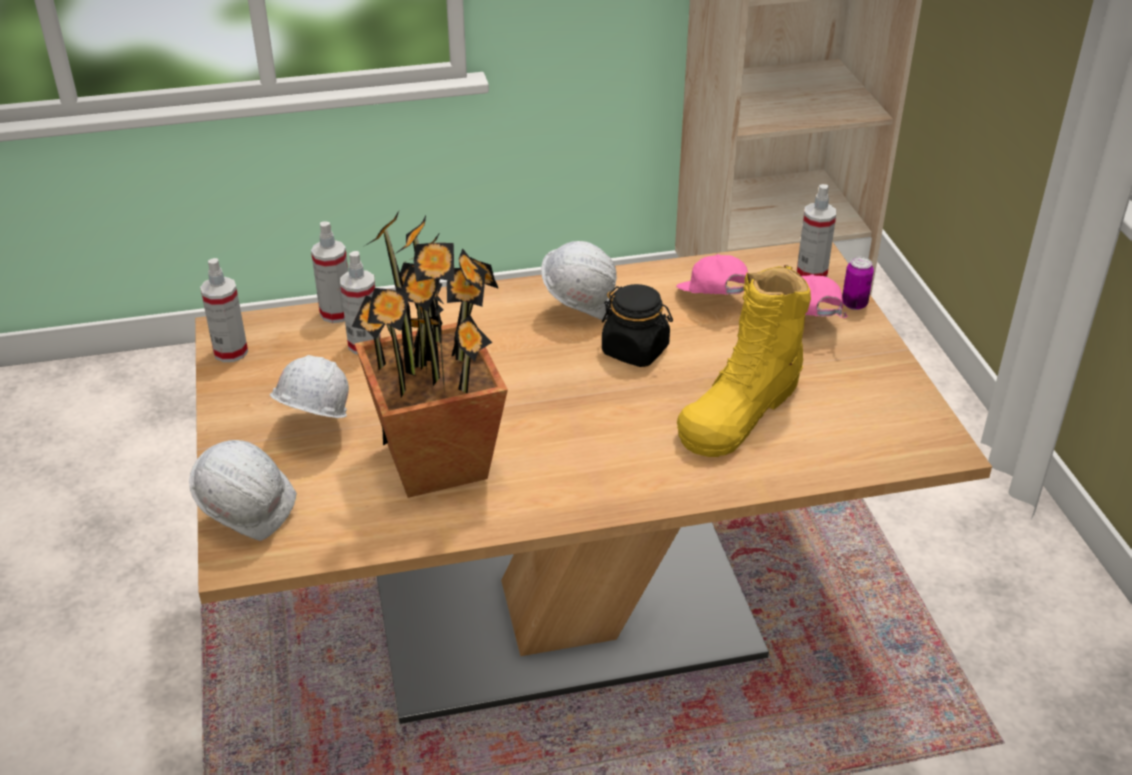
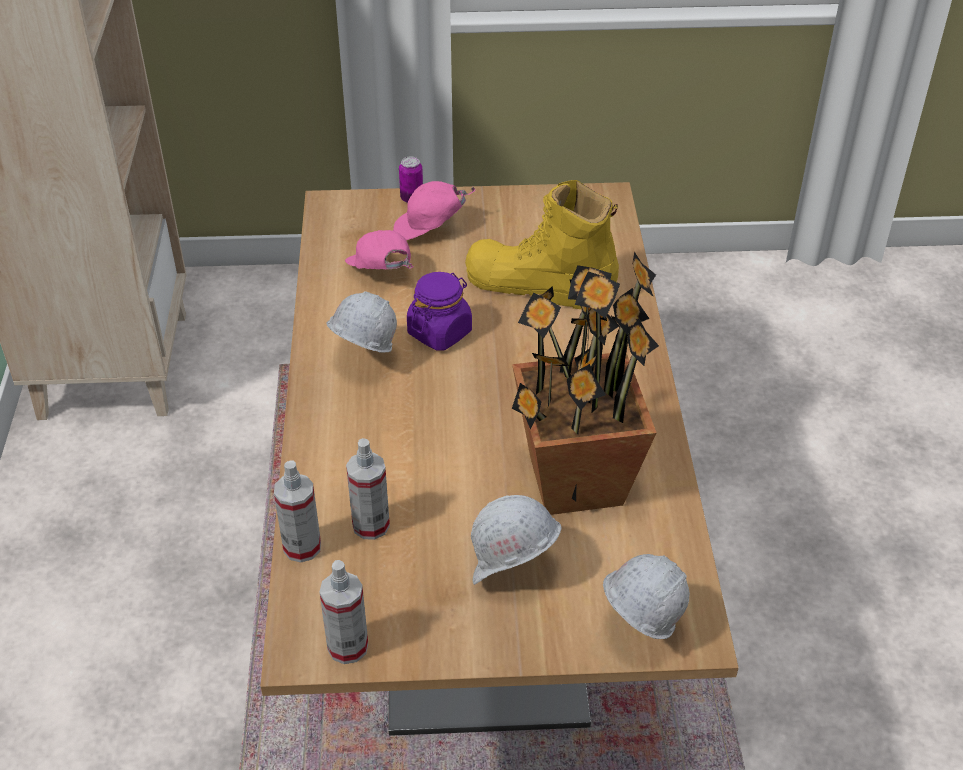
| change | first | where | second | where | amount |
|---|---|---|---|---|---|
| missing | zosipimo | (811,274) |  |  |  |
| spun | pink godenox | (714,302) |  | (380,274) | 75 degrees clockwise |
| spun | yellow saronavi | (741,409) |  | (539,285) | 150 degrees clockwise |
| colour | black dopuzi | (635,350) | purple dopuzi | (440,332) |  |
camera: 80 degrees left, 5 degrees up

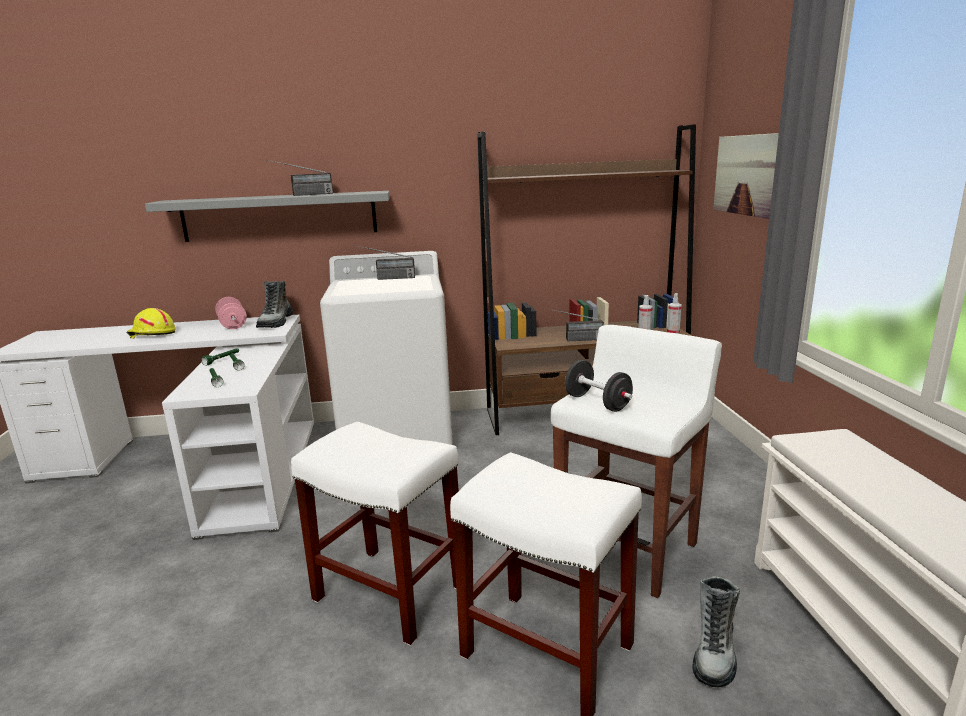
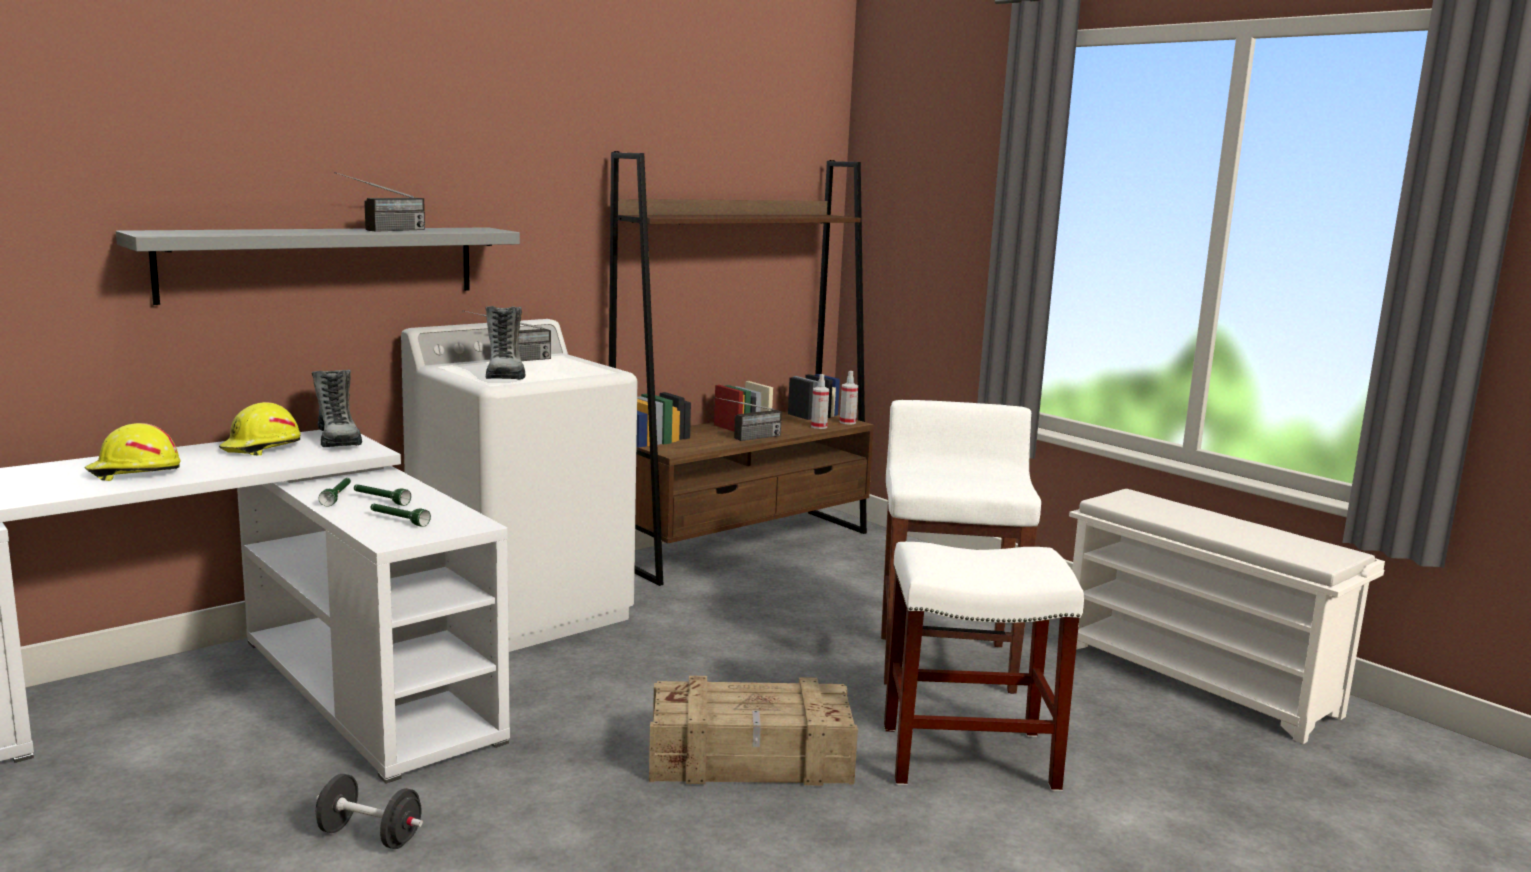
| change | first | where | second | where | amount |
|---|---|---|---|---|---|
| missing | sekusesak | (747,175) |  |  |  |
| exchanged | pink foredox | (232,325) | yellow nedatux | (261,448) |  |
| relocated | black foredox | (597,403) |  | (369,836) |  |
| exchanged | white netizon | (391,593) | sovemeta | (751,759) |  |
| relocated | saronavi | (714,652) |  | (505,374) |  |
camera: 35 degrees left, 5 degrees down

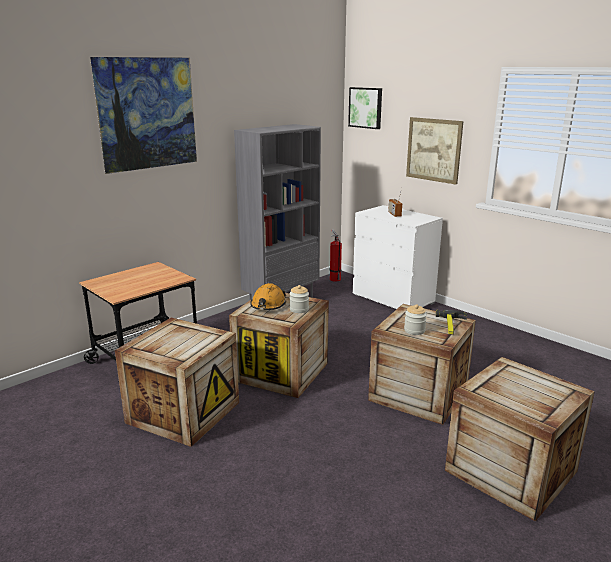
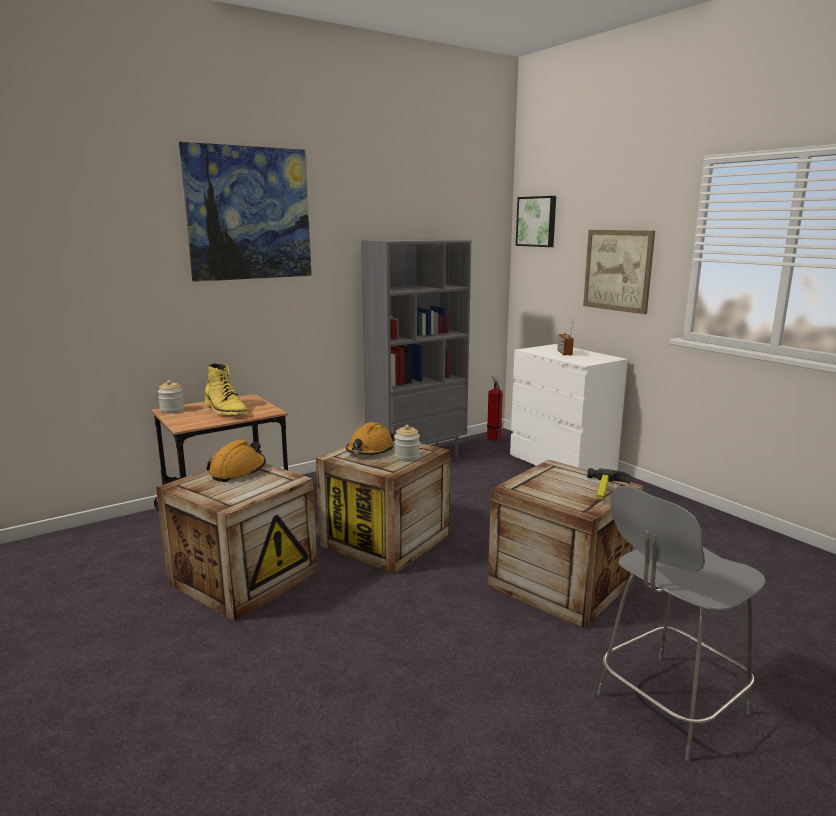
| change | first | where | second | where | amount |
|---|---|---|---|---|---|
| relocated | dopuzi | (414,330) |  | (172,410) |  |
| exchanged | sovemeta | (510,471) | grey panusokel | (668,705) |  |
| appeared |  |  | yellow saronavi | (226,410) |  |
| appeared |  |  | orange nedatux | (238,471) |  |
camera: 10 degrees right, 5 degrees down

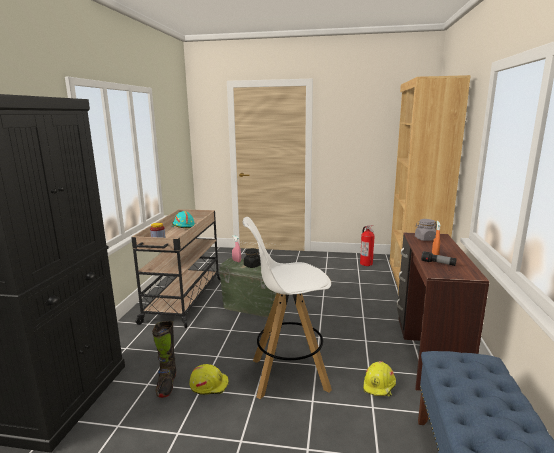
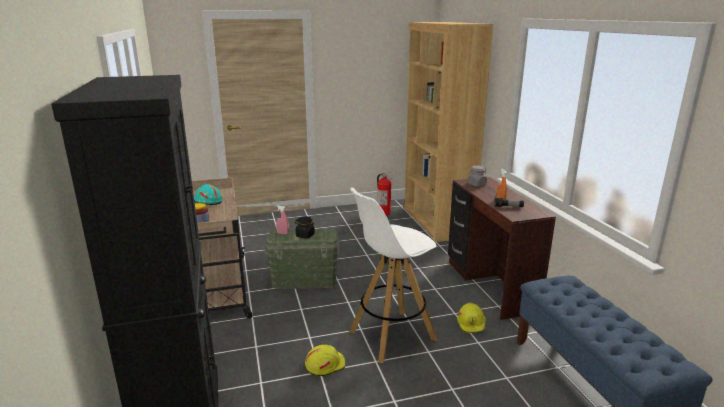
| change | first | where | second | where | amount |
|---|---|---|---|---|---|
| missing | black saronavi | (166,384) |  |  |  |
camera: 25 degrees left, 5 degrees up

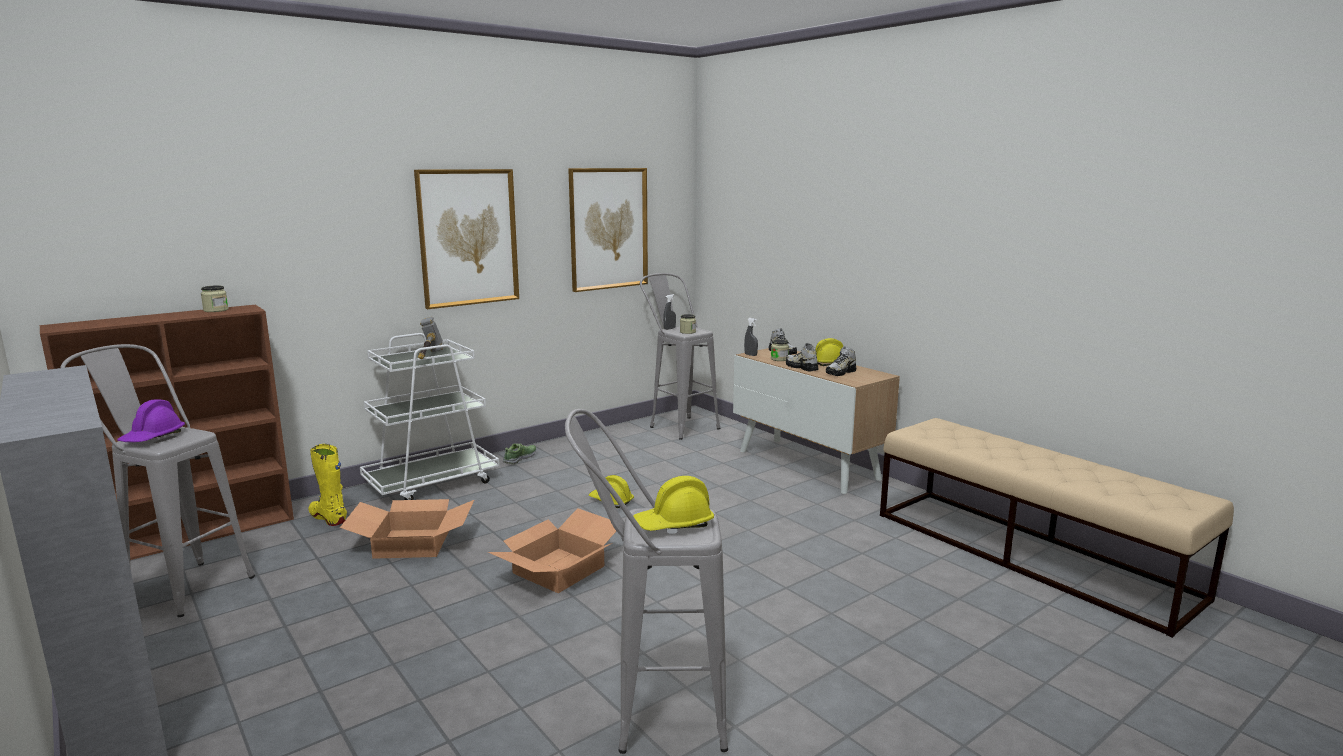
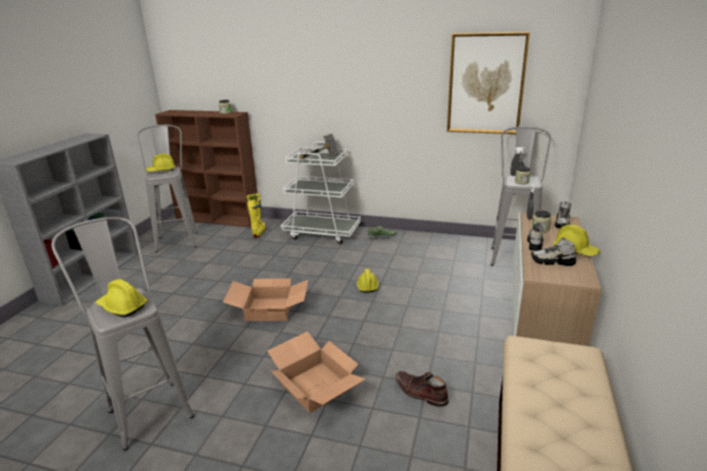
| change | first | where | second | where | amount |
|---|---|---|---|---|---|
| missing | sekusesak | (468,237) |  |  |  |
| colour | purple nedatux | (153,437) | yellow nedatux | (161,170) |  |
| relocated | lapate | (411,544) |  | (314,386) |  |
| appeared |  |  | brown saronavi | (420,392) |  |
camera: 55 degrees right, 10 degrees up

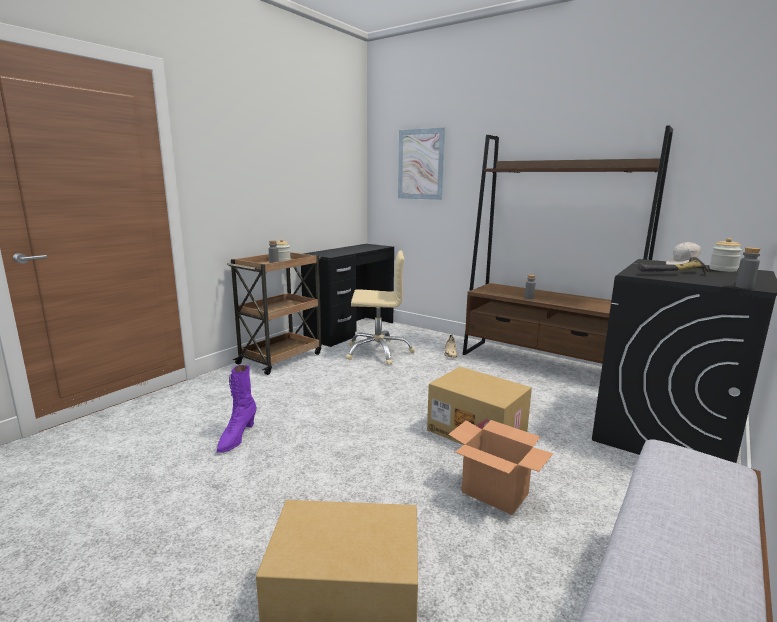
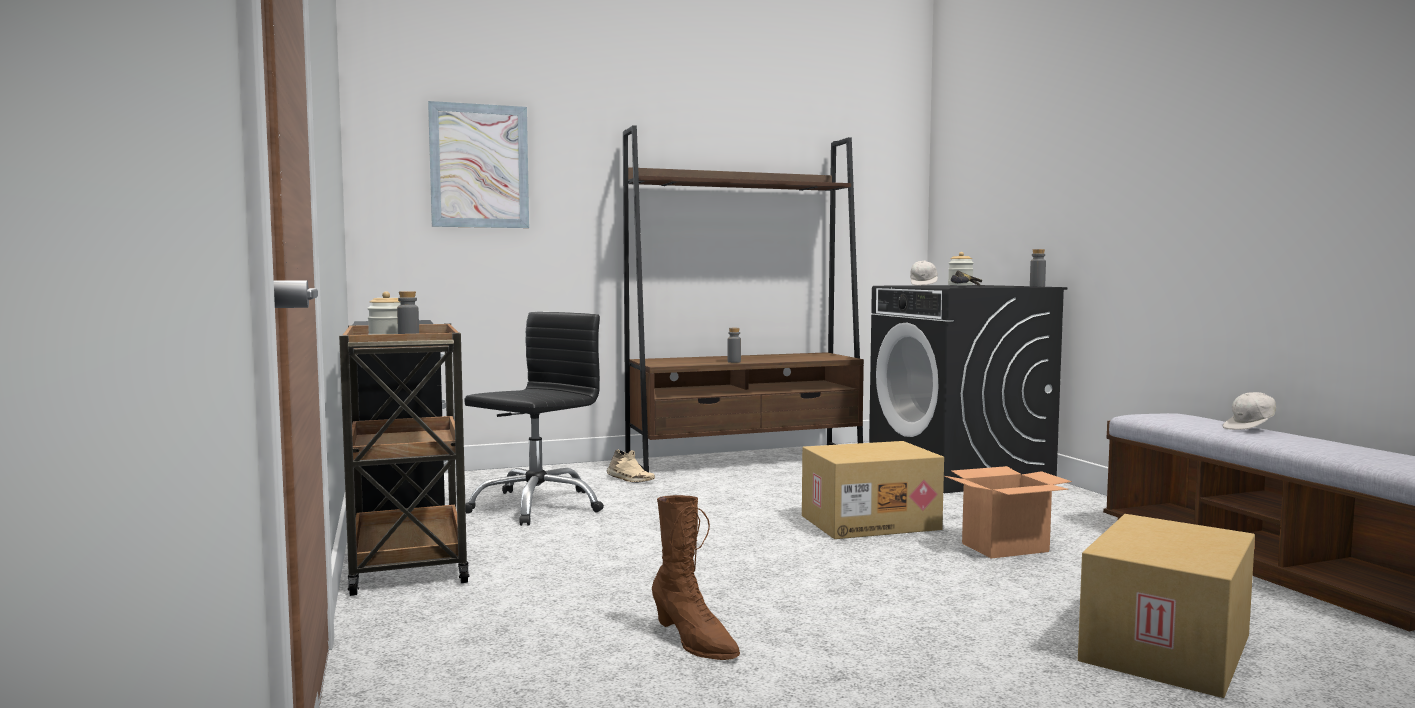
| change | first | where | second | where | amount |
|---|---|---|---|---|---|
| colour | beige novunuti | (378,352) | black novunuti | (536,506) |  |
| colour | purple saronavi | (236,438) | brown saronavi | (693,642) |  |
| appeared |  |  | white godenox | (1251,428) |  |
camera: 55 degrees left, 10 degrees down

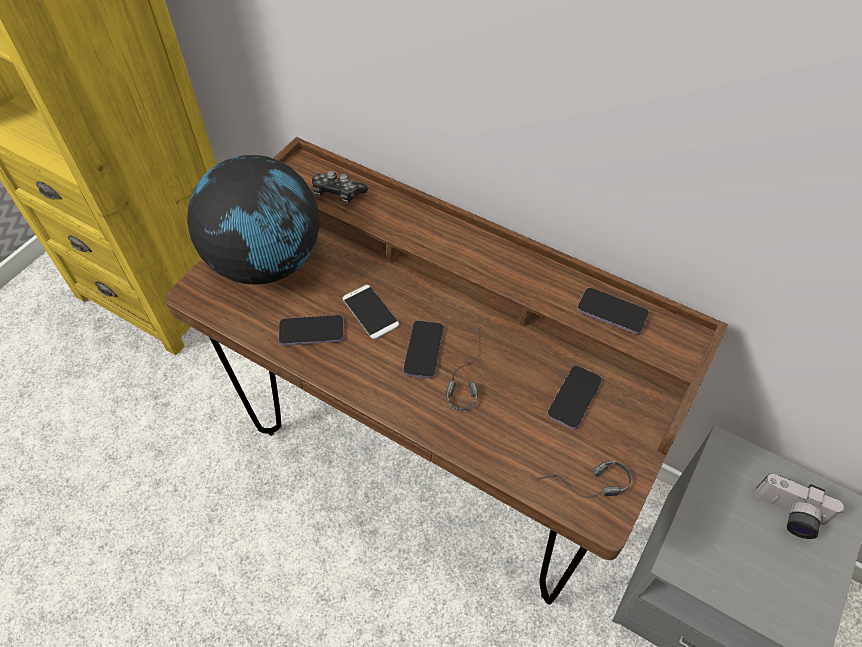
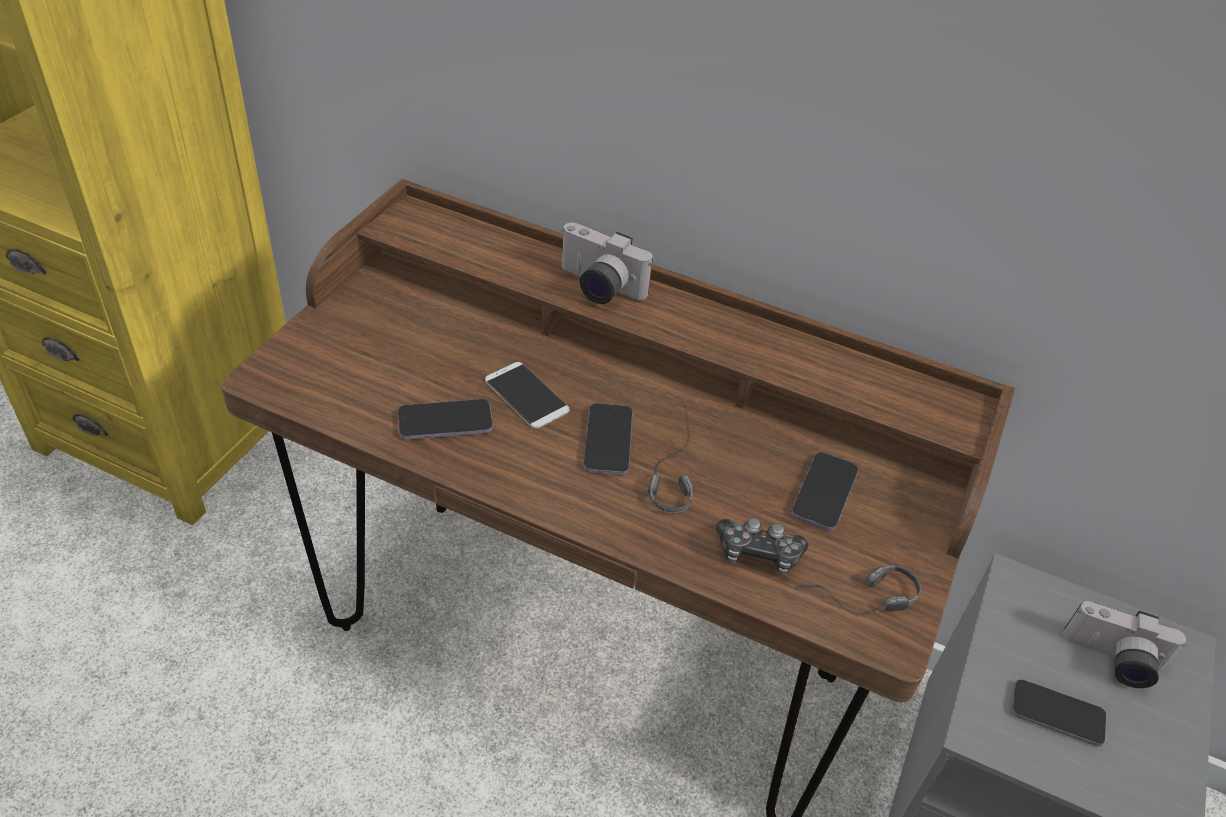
| change | first | where | second | where | amount |
|---|---|---|---|---|---|
| missing | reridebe | (266,262) |  |  |  |
| relocated | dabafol | (337,193) |  | (758,554) |  |
| relocated | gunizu | (612,312) |  | (1056,714) |  |
| appeared |  |  | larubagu | (597,287) |  |
camera: 10 degrees left, 10 degrees down

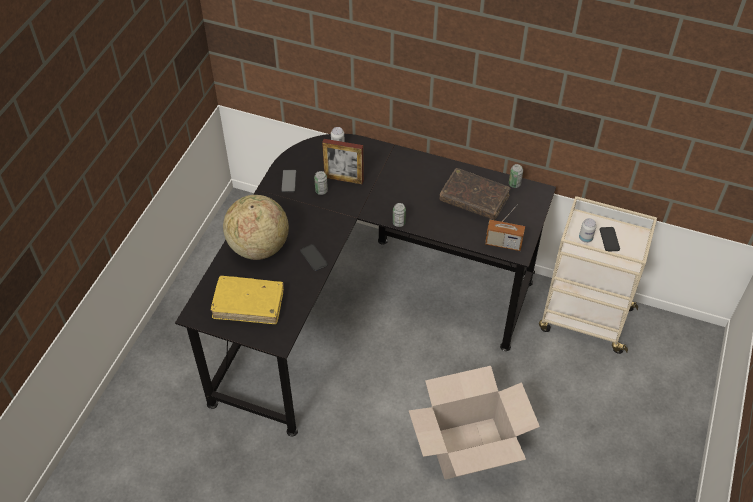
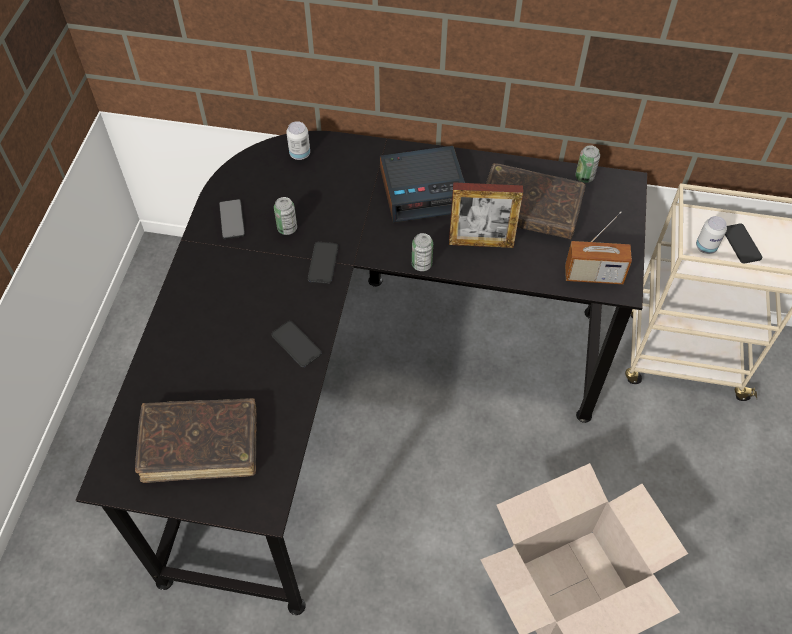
| change | first | where | second | where | amount |
|---|---|---|---|---|---|
| relocated | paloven | (344,179) |  | (481,242) |  |
| missing | reridebe | (258,247) |  |  |  |
| colour | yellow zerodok | (248,304) | brown zerodok | (200,445) |  |
| appeared |  |  | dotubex | (423,190) |  |
| appeared |  |  | gunizu | (323,263) |  |
camera: 10 degrees left, 5 degrees up

